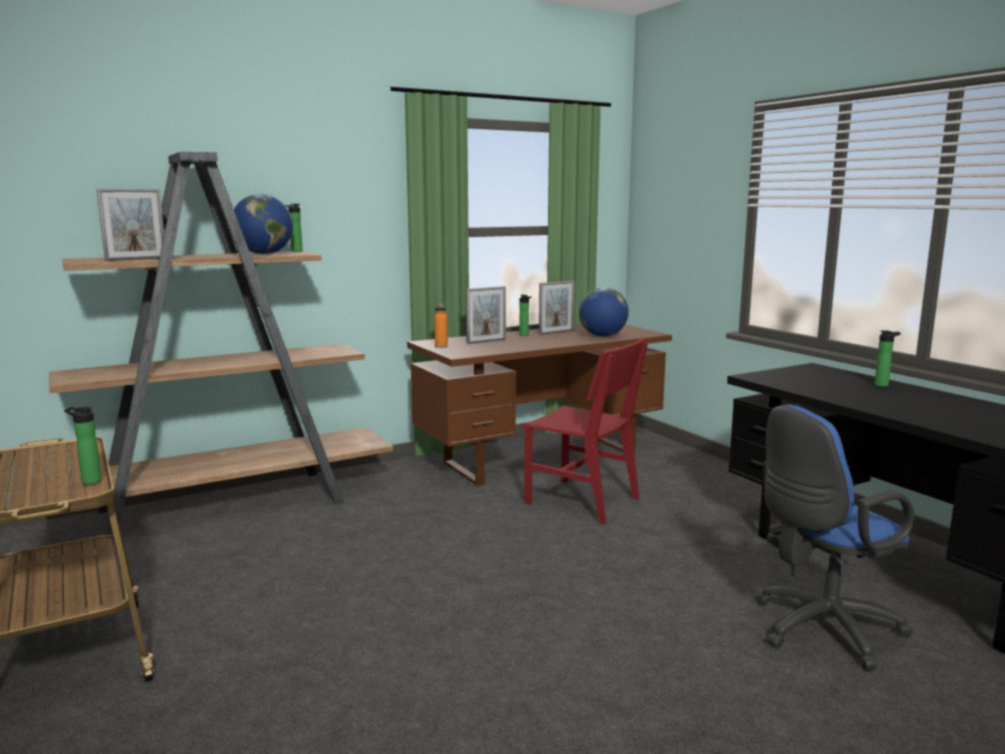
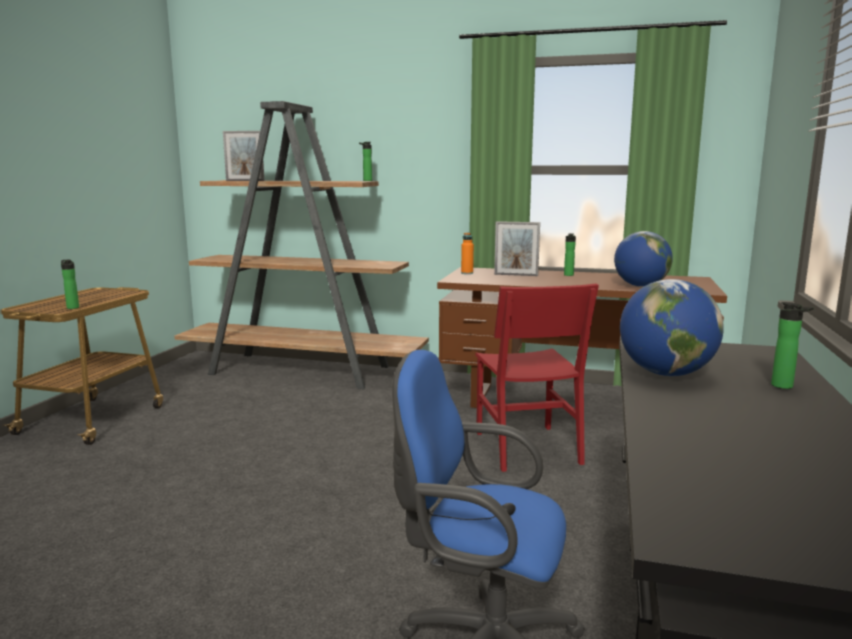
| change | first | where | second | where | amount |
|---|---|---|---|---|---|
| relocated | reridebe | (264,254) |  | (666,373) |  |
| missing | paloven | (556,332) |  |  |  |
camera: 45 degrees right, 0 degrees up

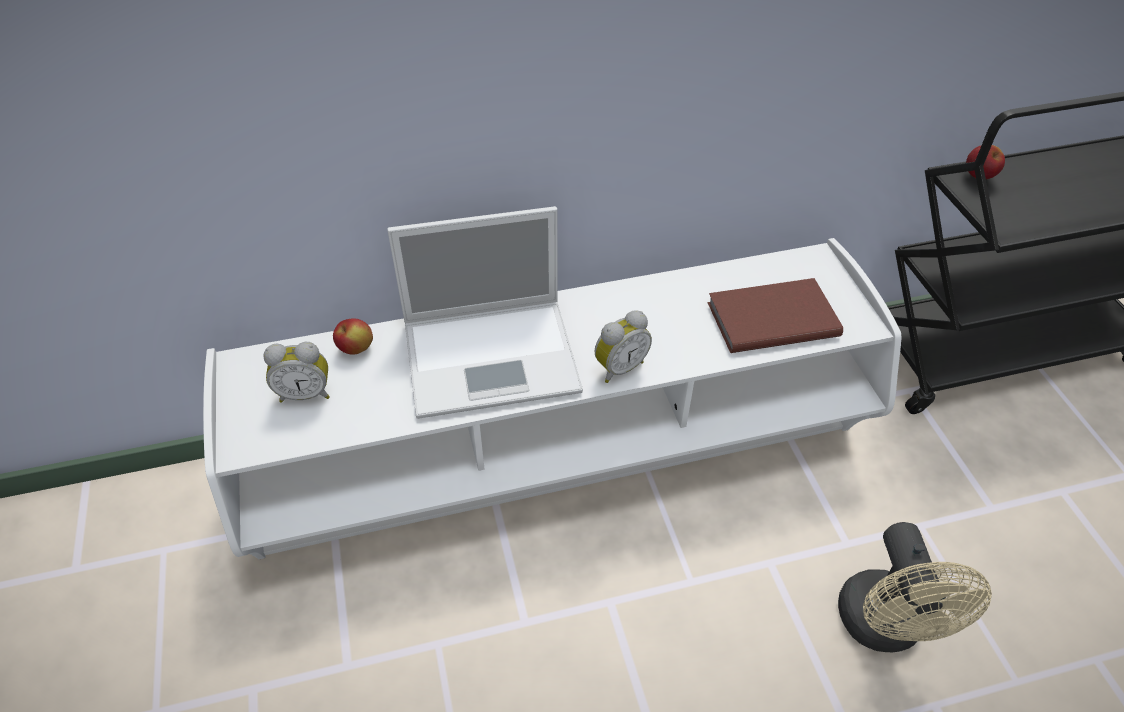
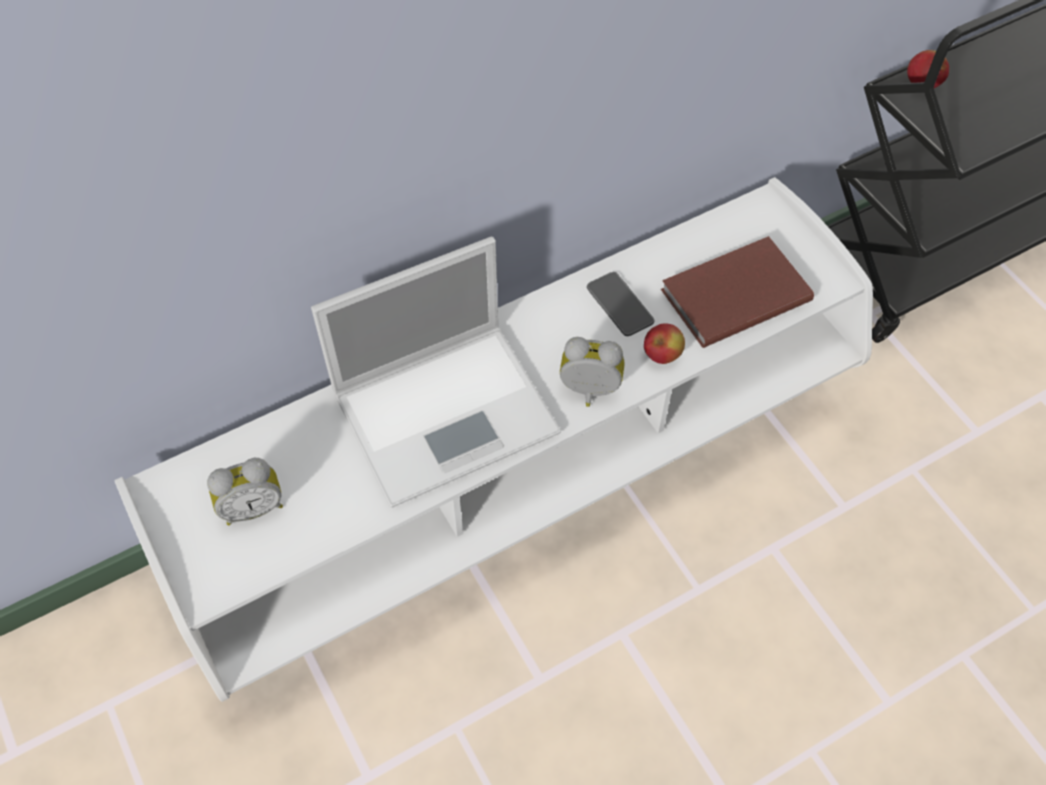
| change | first | where | second | where | amount |
|---|---|---|---|---|---|
| spun | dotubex | (619,367) |  | (589,392) | 120 degrees counterclockwise |
| relocated | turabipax | (356,349) |  | (662,355) |  |
| missing | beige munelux | (884,629) |  |  |  |
| appeared |  |  | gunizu | (620,305) |  |
camera: 15 degrees left, 10 degrees up

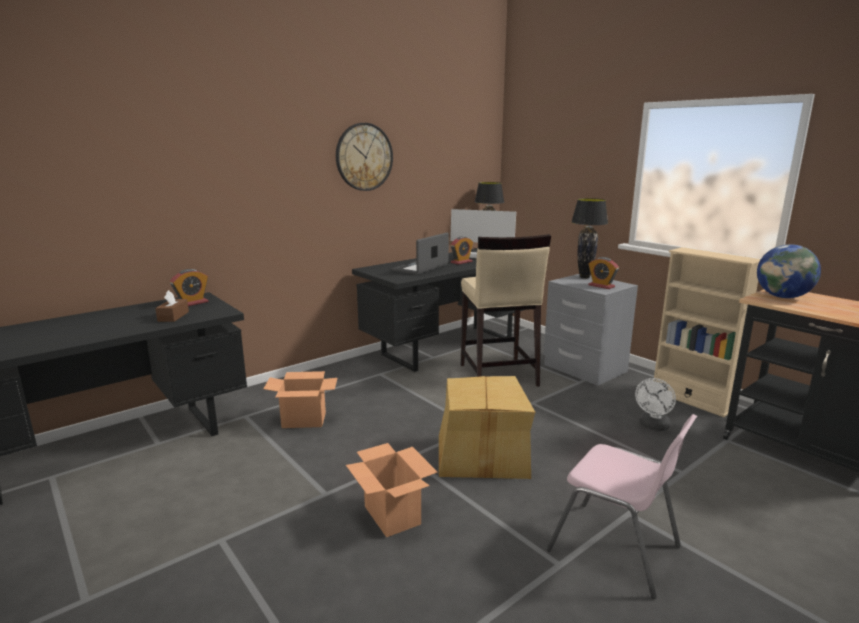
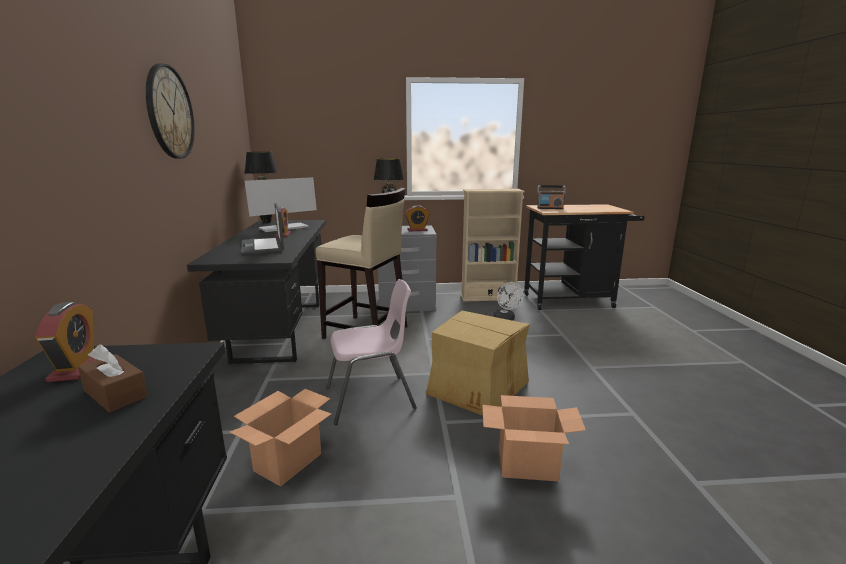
| change | first | where | second | where | amount |
|---|---|---|---|---|---|
| exchanged | reridebe | (783,297) | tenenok | (550,208) |  |
| relocated | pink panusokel | (616,549) |  | (371,398) |  |
camera: 55 degrees left, 0 degrees up

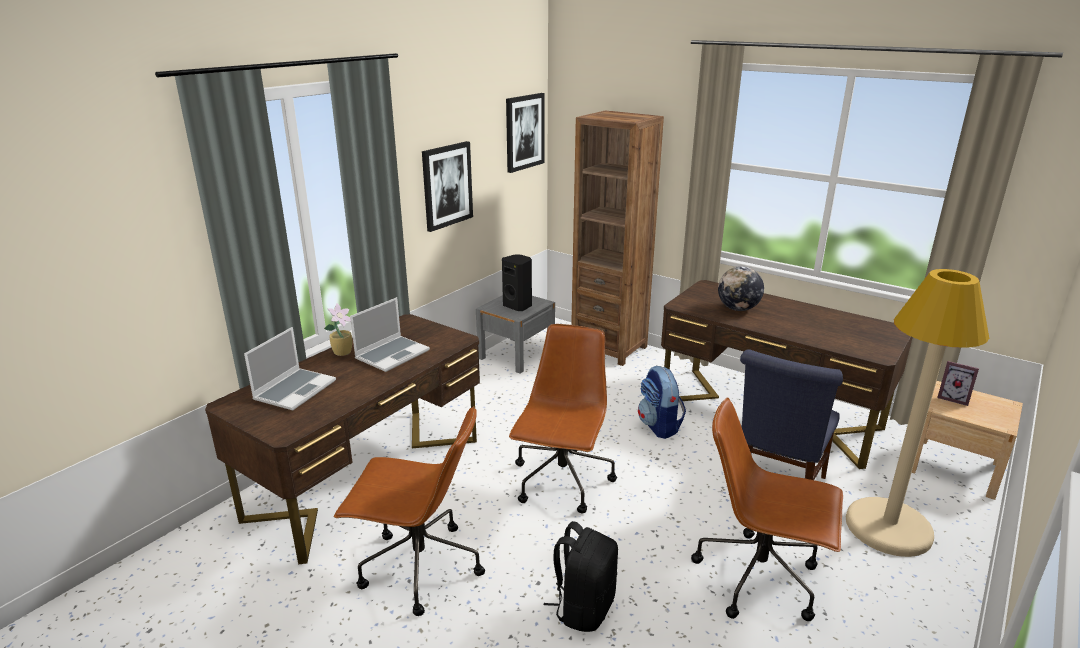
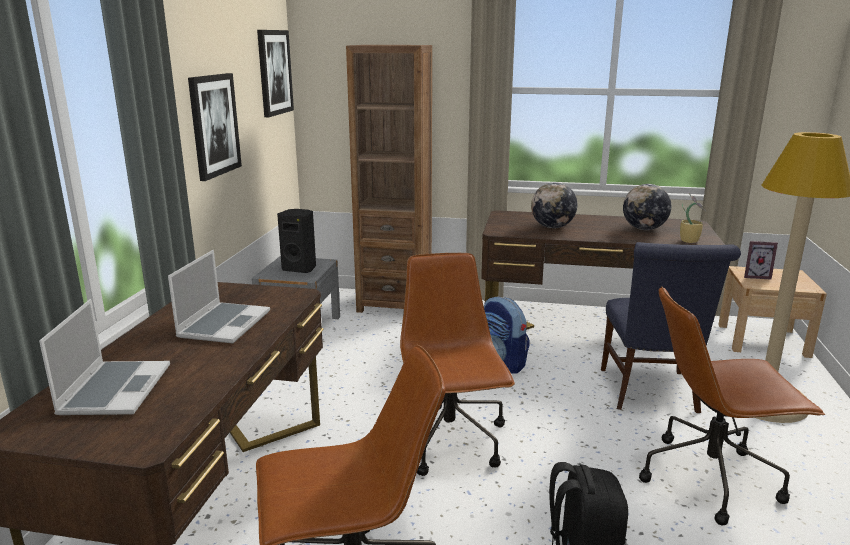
| change | first | where | second | where | amount |
|---|---|---|---|---|---|
| relocated | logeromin | (343,352) |  | (689,240) |  |
| appeared |  |  | reridebe | (644,229) |  |
camera: 25 degrees left, 5 degrees down

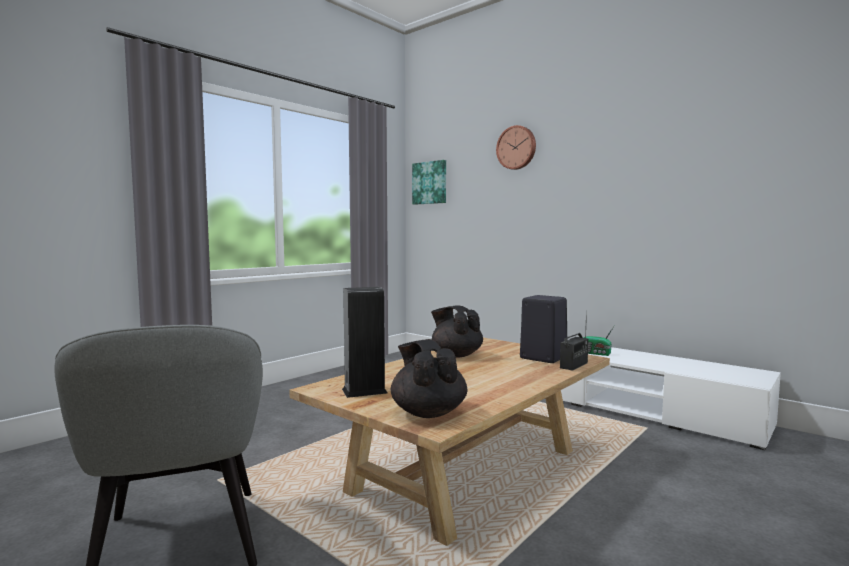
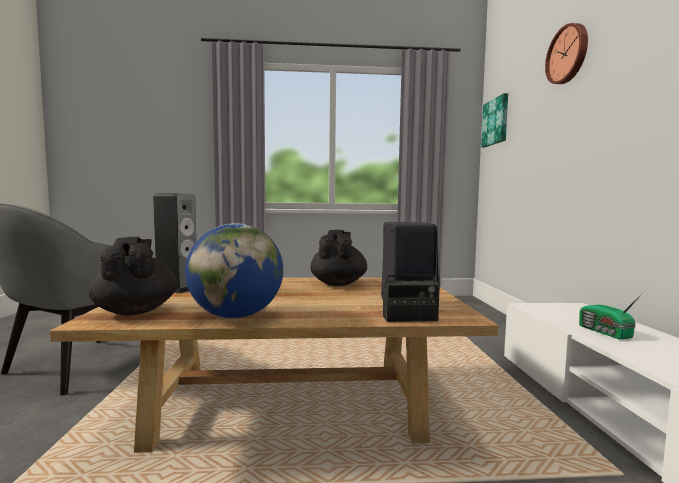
| change | first | where | second | where | amount |
|---|---|---|---|---|---|
| spun | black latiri | (428,412) |  | (136,311) | 45 degrees counterclockwise |
| appeared |  |  | reridebe | (236,316) |  |
camera: 45 degrees right, 0 degrees up

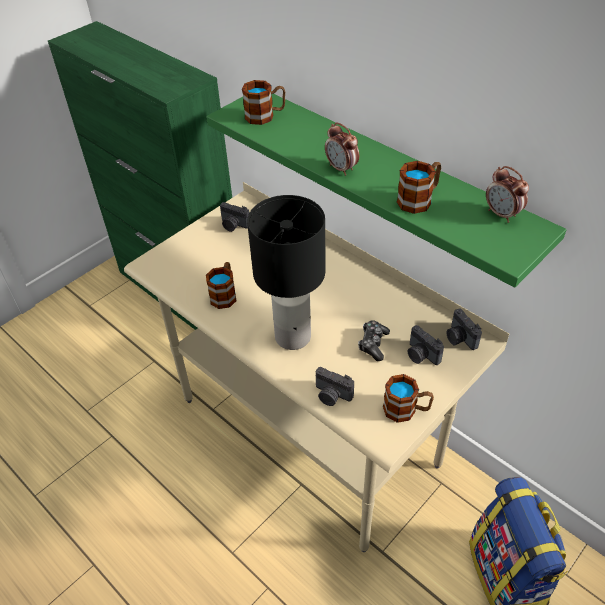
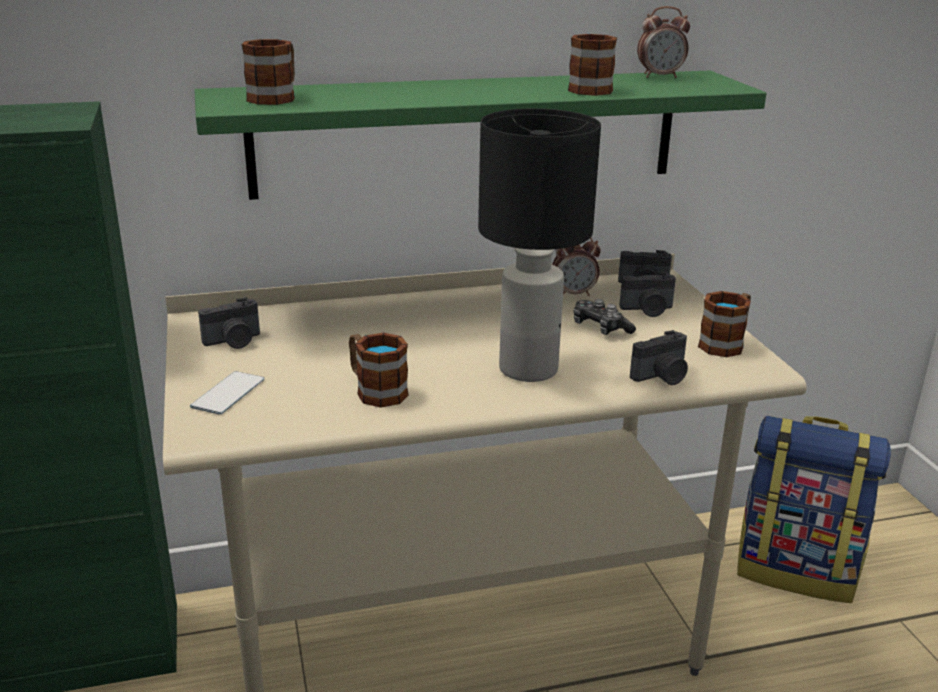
| change | first | where | second | where | amount |
|---|---|---|---|---|---|
| relocated | dotubex | (341,169) |  | (574,294) |  |
| appeared |  |  | gunizu | (228,393) |  |
camera: 60 degrees left, 20 degrees down

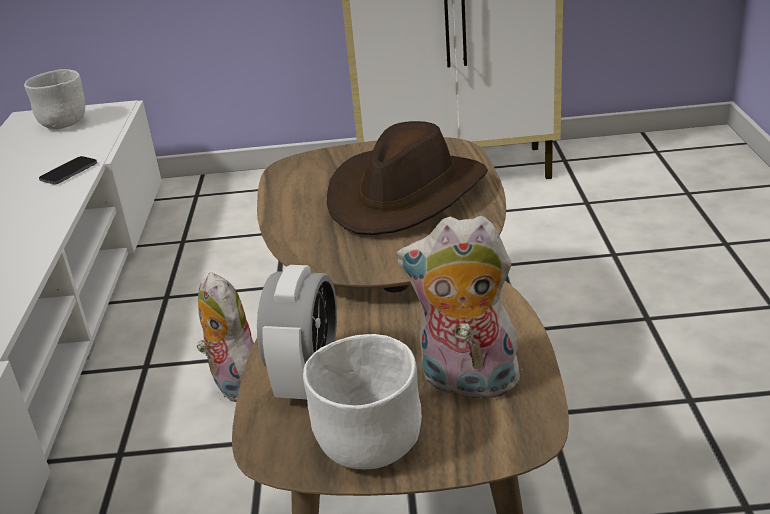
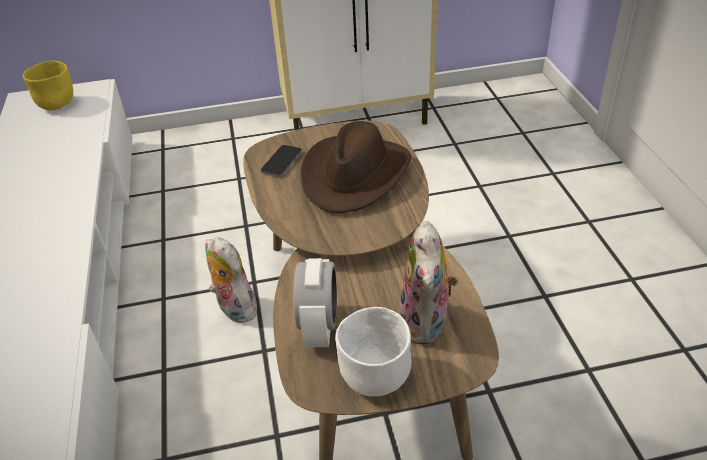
| change | first | where | second | where | amount |
|---|---|---|---|---|---|
| colour | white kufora | (65,124) | yellow kufora | (58,104) |  |
| relocated | gunizu | (69,172) |  | (281,162) |  |
| spun | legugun | (466,383) |  | (427,324) | 90 degrees counterclockwise |
camera: 10 degrees left, 10 degrees up

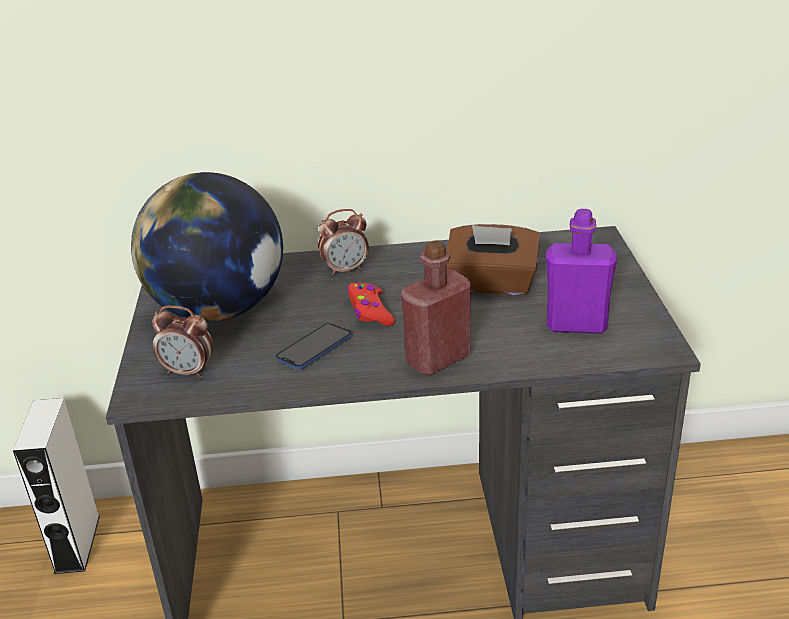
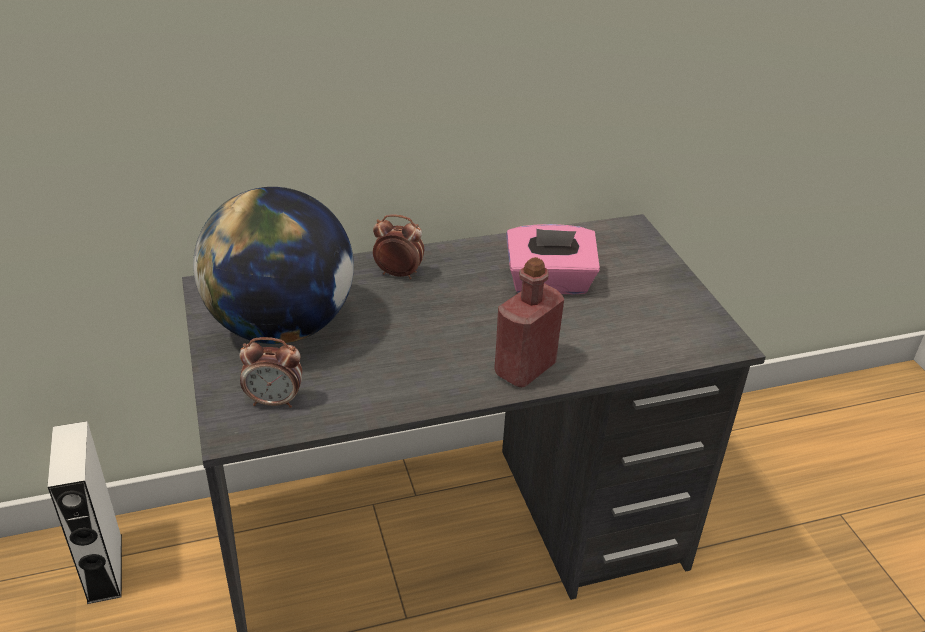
| change | first | where | second | where | amount |
|---|---|---|---|---|---|
| spun | dotubex | (345,270) |  | (398,274) | 135 degrees counterclockwise |
| missing | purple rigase | (576,324) |  |  |  |
| colour | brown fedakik | (492,284) | pink fedakik | (549,283) |  |
| missing | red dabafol | (370,311) |  |  |  |
| missing | gunizu | (314,348) |  |  |  |
camera: 15 degrees left, 5 degrees up

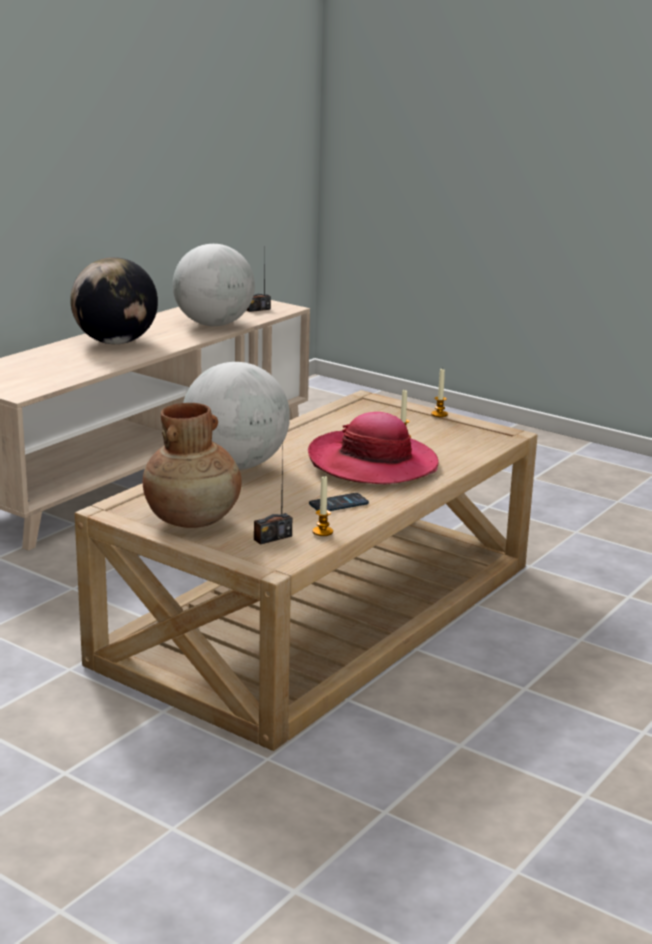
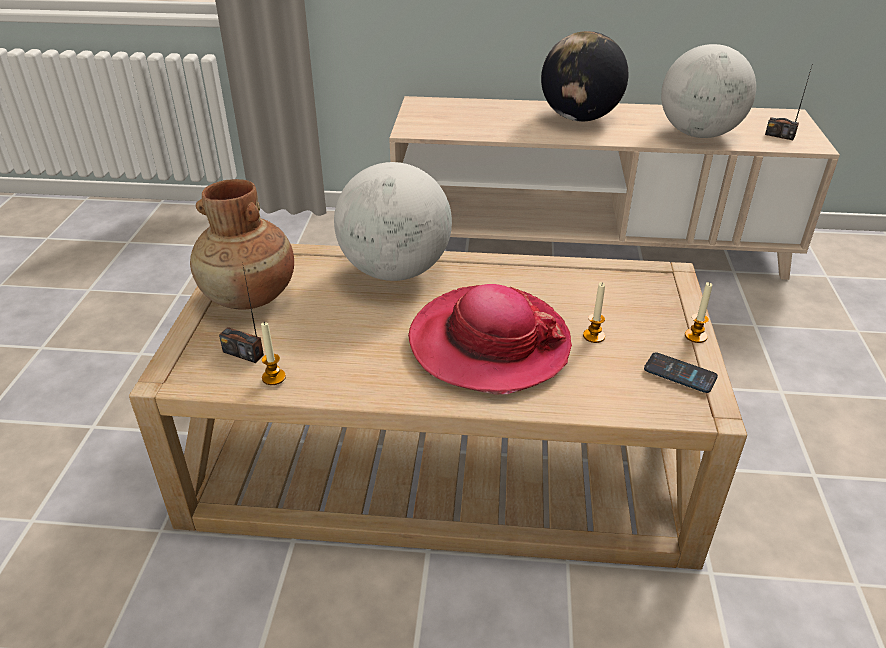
| change | first | where | second | where | amount |
|---|---|---|---|---|---|
| relocated | gunizu | (338,504) |  | (680,373) |  |
camera: 60 degrees right, 15 degrees up

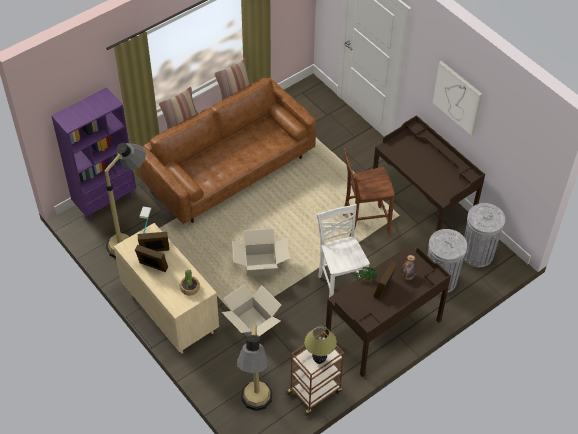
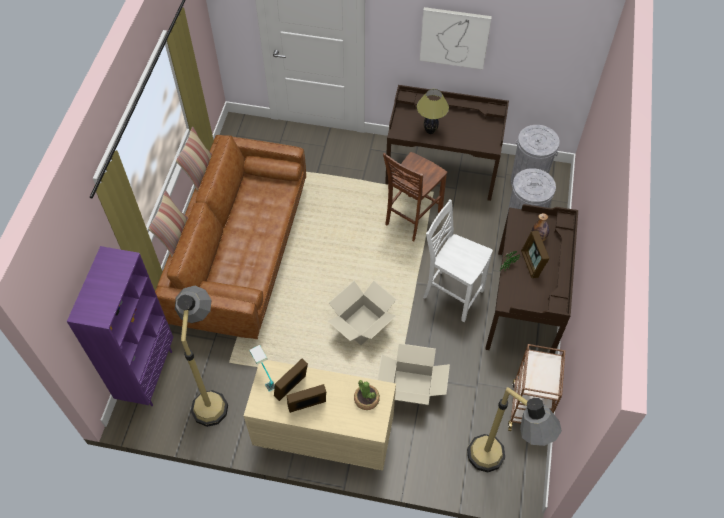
| change | first | where | second | where | amount |
|---|---|---|---|---|---|
| relocated | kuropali | (319,360) |  | (430,131) |  |
camera: 40 degrees left, 5 degrees up

